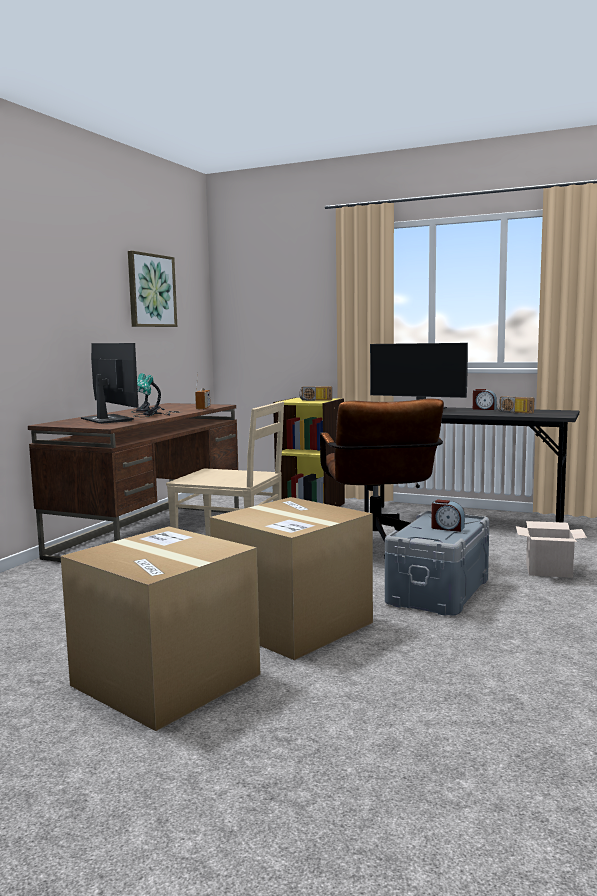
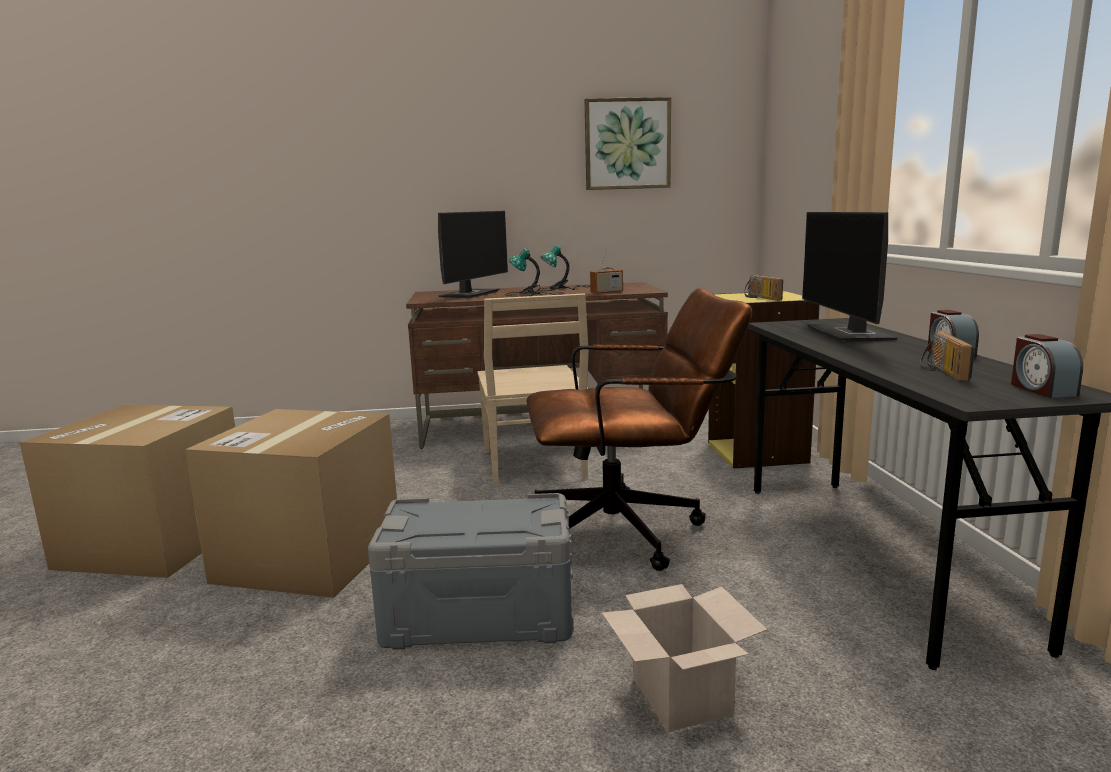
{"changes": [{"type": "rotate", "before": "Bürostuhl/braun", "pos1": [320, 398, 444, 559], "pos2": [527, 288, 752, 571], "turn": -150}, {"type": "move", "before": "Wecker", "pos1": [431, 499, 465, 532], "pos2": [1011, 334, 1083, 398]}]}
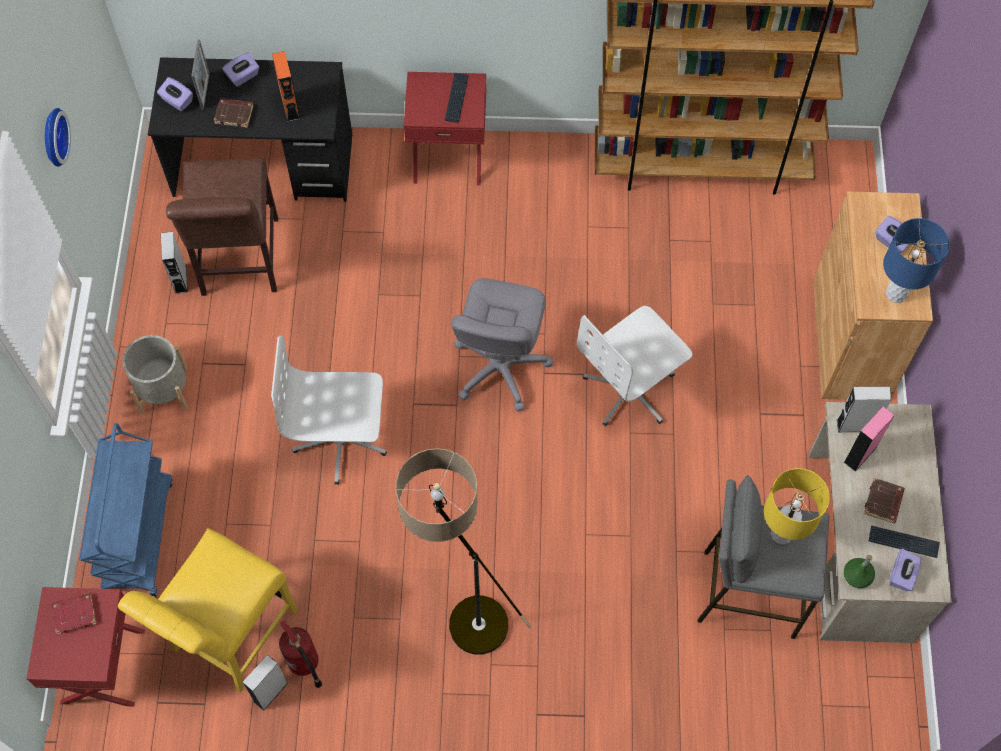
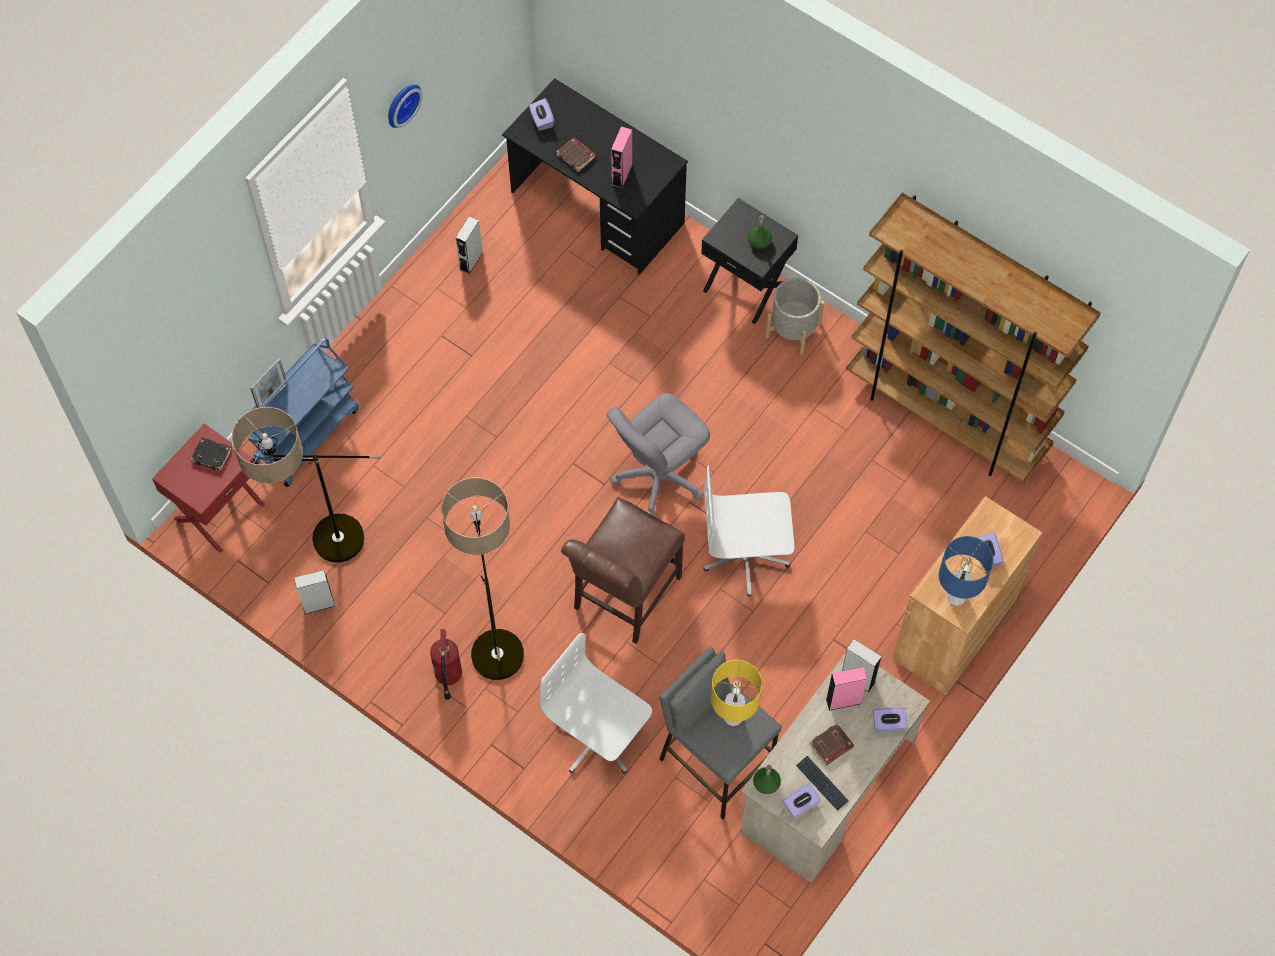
{"changes": [{"type": "recolor", "before": "Buch/rot", "after": "Buch/schwarz", "pos1": [51, 593, 96, 635], "pos2": [191, 438, 232, 471]}, {"type": "replace", "before": "Stuhl/gelb", "after": "Stehlampe", "pos1": [118, 528, 297, 692], "pos2": [231, 407, 381, 562]}, {"type": "move", "before": "Bilderrahmen", "pos1": [191, 39, 210, 110], "pos2": [250, 358, 288, 408]}, {"type": "move", "before": "Feuerlöscher", "pos1": [279, 620, 322, 688], "pos2": [430, 629, 462, 700]}, {"type": "move", "before": "Bürostuhl/weiß", "pos1": [271, 336, 387, 484], "pos2": [539, 633, 652, 774]}, {"type": "move", "before": "Stuhl/braun", "pos1": [166, 158, 278, 296], "pos2": [561, 497, 685, 644]}, {"type": "recolor", "before": "Lautsprecher/orange", "after": "Lautsprecher/rosa", "pos1": [272, 51, 300, 122], "pos2": [611, 126, 632, 188]}, {"type": "recolor", "before": "Nachttisch/rot", "after": "Nachttisch/schwarz", "pos1": [404, 72, 486, 185], "pos2": [701, 198, 798, 324]}, {"type": "replace", "before": "Tastatur", "after": "Flasche/grün", "pos1": [445, 73, 469, 123], "pos2": [748, 215, 772, 249]}, {"type": "move", "before": "Pflanzkübel/grau", "pos1": [122, 335, 188, 414], "pos2": [765, 278, 824, 355]}, {"type": "move", "before": "Taschentuchbox/lila", "pos1": [222, 52, 260, 87], "pos2": [873, 707, 908, 732]}]}
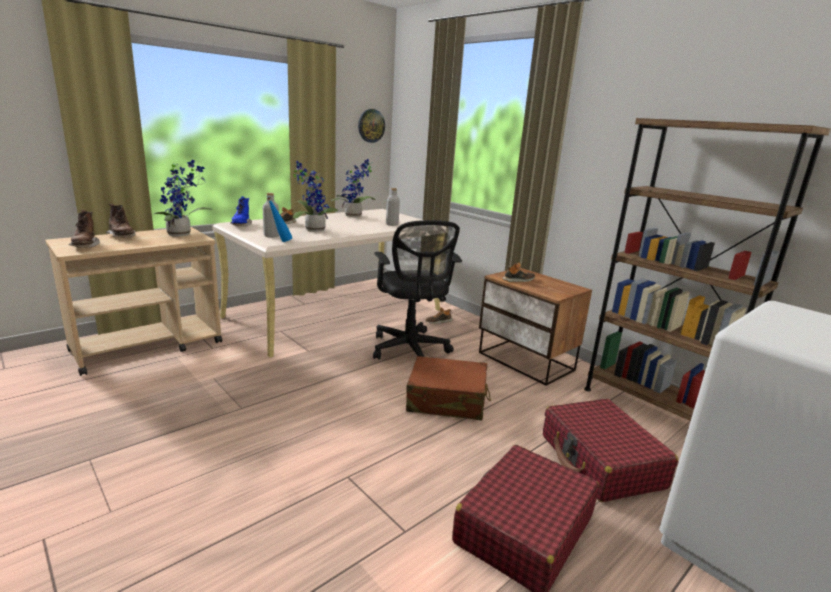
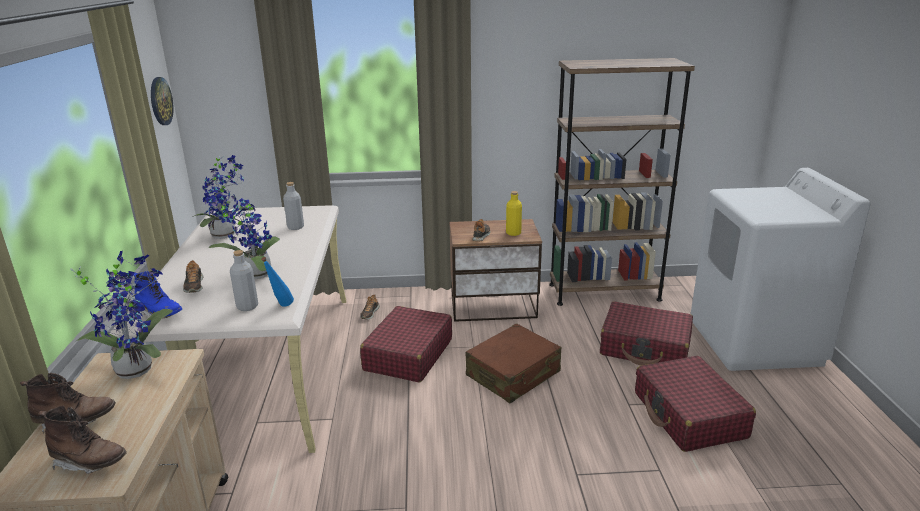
{"changes": [{"type": "replace", "before": "Bürostuhl/schwarz", "after": "Koffer/rot", "pos1": [373, 220, 462, 360], "pos2": [360, 306, 452, 382]}, {"type": "insert", "after": "Flasche/gelb", "pos2": [506, 191, 522, 236]}]}
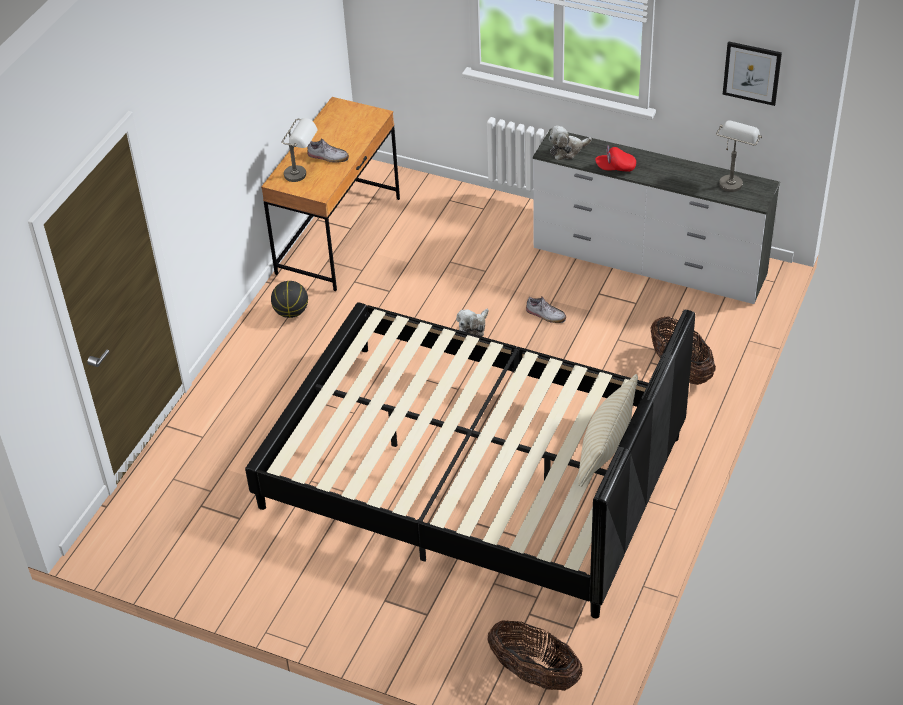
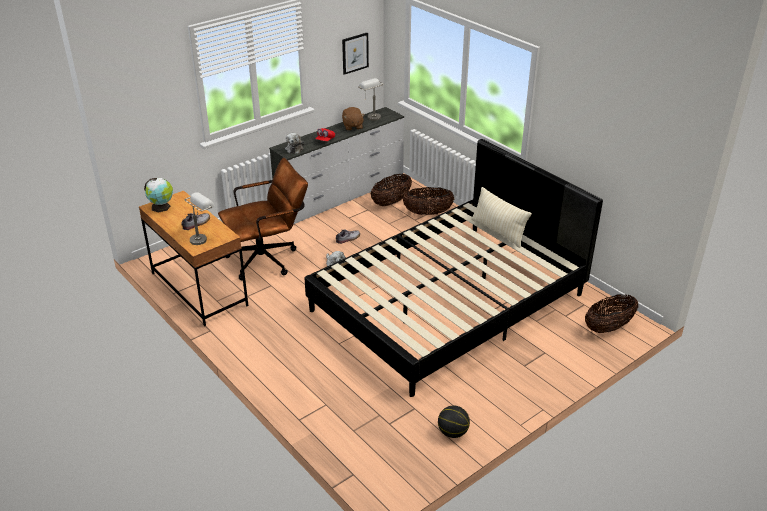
{"changes": [{"type": "insert", "after": "Globus", "pos2": [144, 178, 173, 213]}, {"type": "insert", "after": "Bürostuhl/braun", "pos2": [218, 158, 308, 280]}, {"type": "insert", "after": "Plüschtier/braun", "pos2": [342, 107, 365, 131]}, {"type": "insert", "after": "Korb", "pos2": [371, 174, 412, 206]}, {"type": "move", "before": "Basketball", "pos1": [271, 281, 308, 318], "pos2": [438, 405, 470, 438]}]}
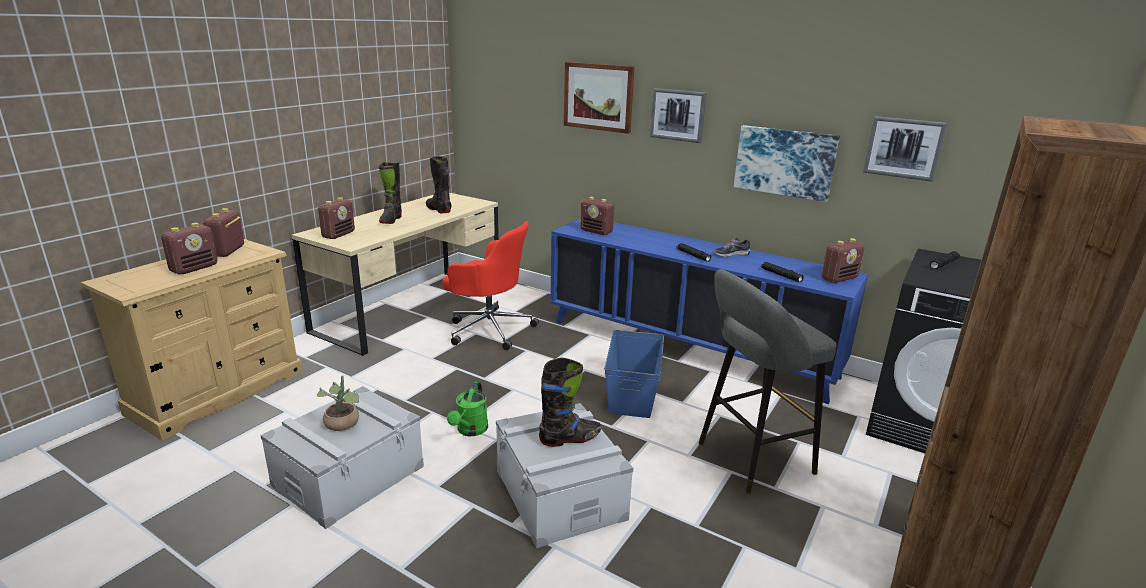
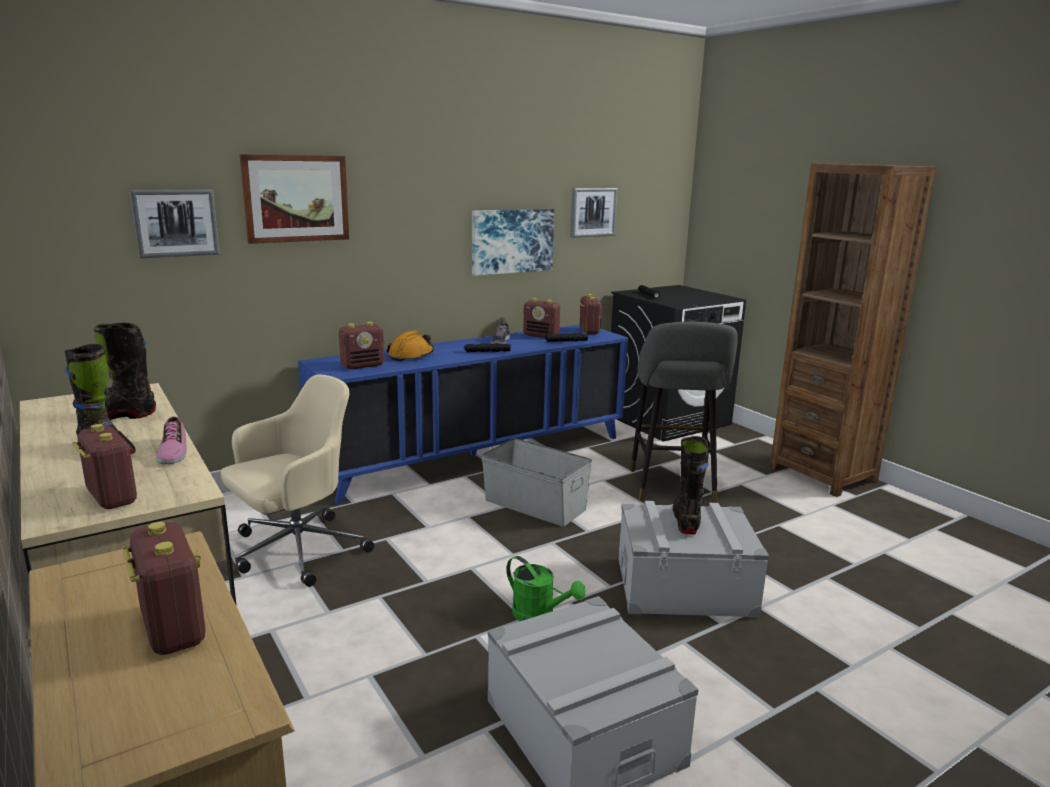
{"changes": [{"type": "move", "before": "Bild", "pos1": [650, 88, 706, 143], "pos2": [130, 189, 220, 258]}, {"type": "insert", "after": "Schuh", "pos2": [156, 416, 187, 465]}, {"type": "recolor", "before": "Bürostuhl/rot", "after": "Bürostuhl/beige", "pos1": [442, 221, 539, 350], "pos2": [221, 375, 374, 587]}, {"type": "insert", "after": "Schutzhelm/orange", "pos2": [387, 330, 434, 362]}, {"type": "recolor", "before": "Aufbewahrungsbox/blau", "after": "Aufbewahrungsbox/grau", "pos1": [604, 330, 664, 418], "pos2": [482, 438, 592, 527]}, {"type": "move", "before": "Radio", "pos1": [203, 208, 244, 257], "pos2": [523, 298, 560, 338]}, {"type": "delete", "before": "Topfpflanze", "pos1": [317, 375, 359, 431]}]}
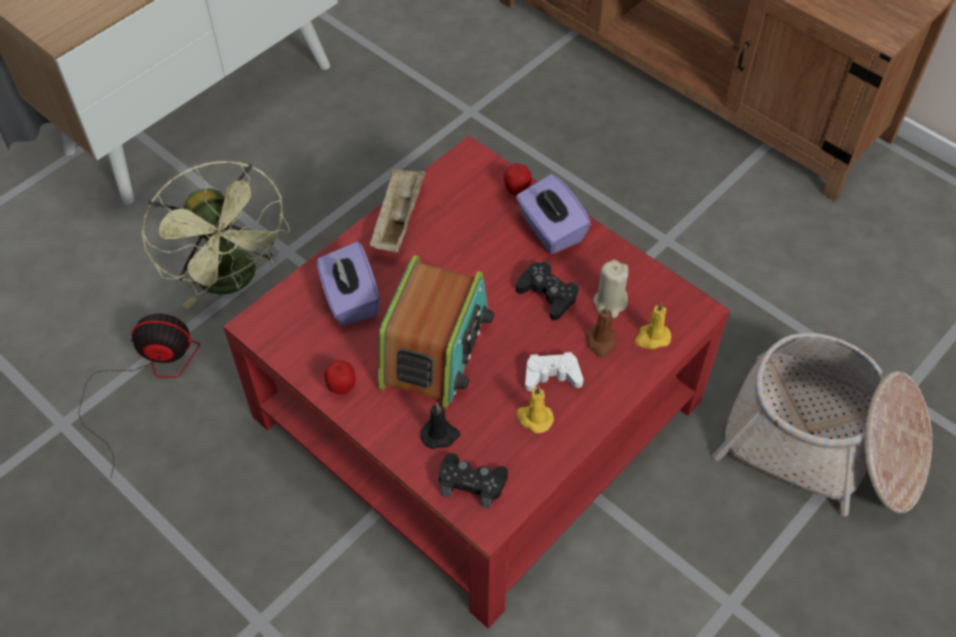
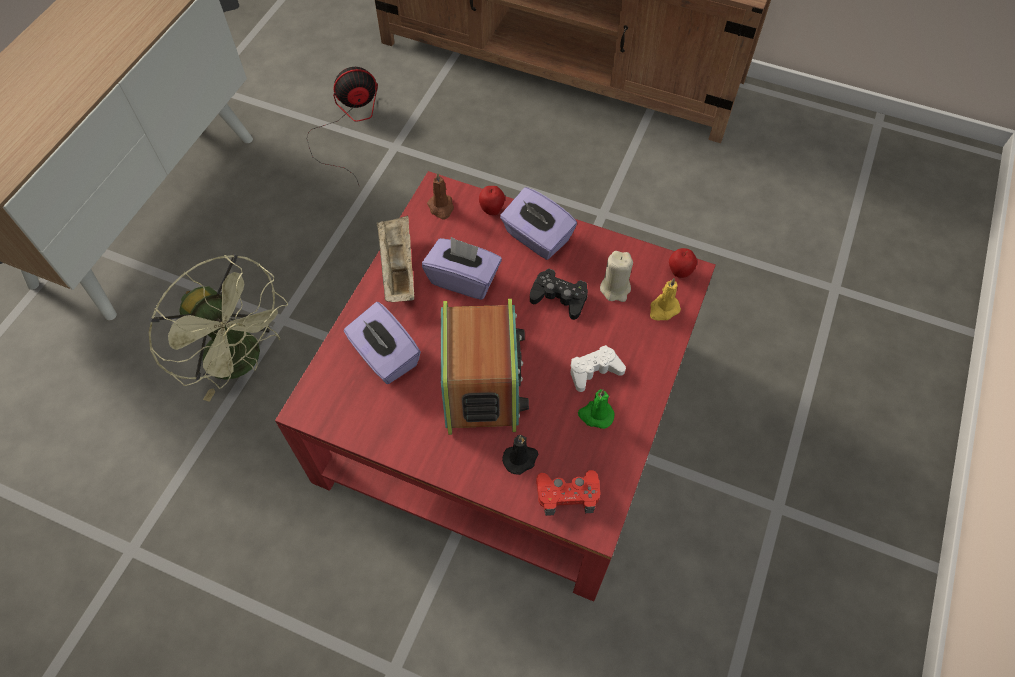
{"changes": [{"type": "move", "before": "Ventilator", "pos1": [78, 314, 200, 477], "pos2": [306, 67, 378, 187]}, {"type": "insert", "after": "Taschentuchbox/lila", "pos2": [422, 237, 502, 300]}, {"type": "move", "before": "Kerze/braun", "pos1": [586, 306, 617, 358], "pos2": [427, 173, 454, 219]}, {"type": "recolor", "before": "Gamepad/schwarz", "after": "Gamepad/rot", "pos1": [439, 453, 508, 508], "pos2": [536, 470, 601, 516]}, {"type": "recolor", "before": "Kerze/gelb", "after": "Kerze/grün", "pos1": [516, 385, 554, 433], "pos2": [578, 389, 615, 429]}, {"type": "move", "before": "Apfel", "pos1": [324, 360, 356, 394], "pos2": [669, 248, 697, 278]}, {"type": "delete", "before": "Korb", "pos1": [712, 332, 932, 516]}]}
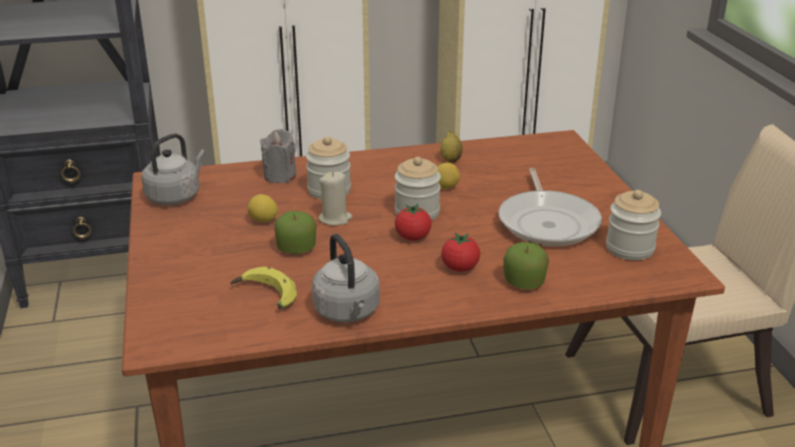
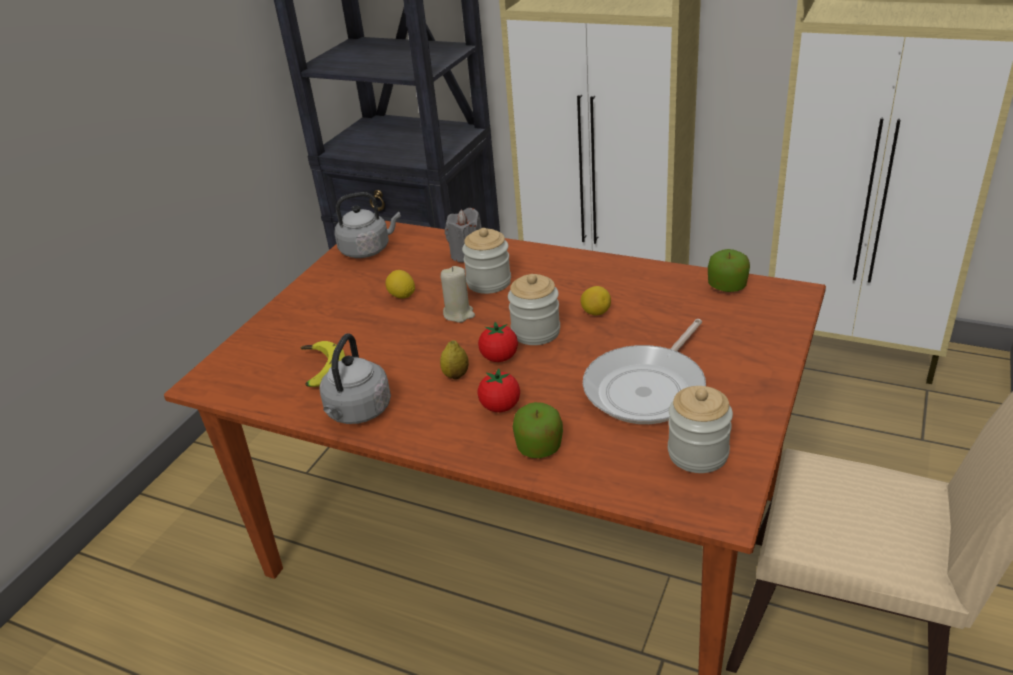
{"changes": [{"type": "move", "before": "Zitrone", "pos1": [440, 131, 463, 163], "pos2": [440, 340, 469, 380]}, {"type": "move", "before": "Apfel", "pos1": [274, 211, 317, 254], "pos2": [708, 249, 750, 292]}]}
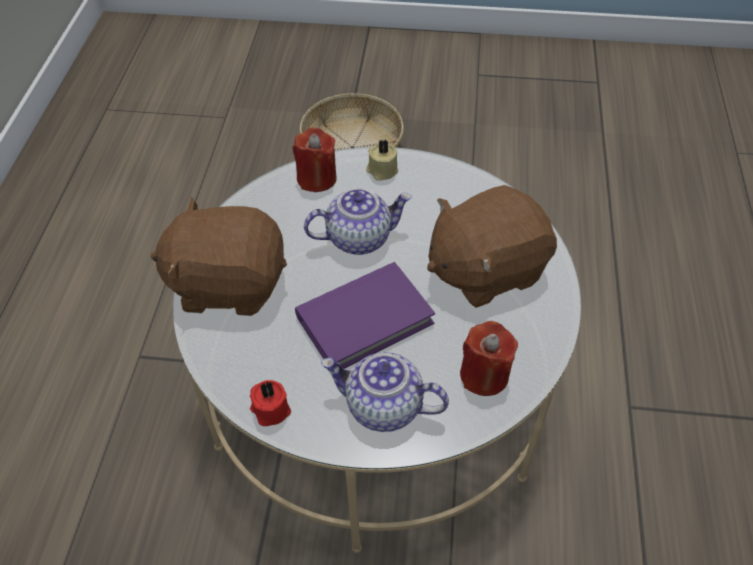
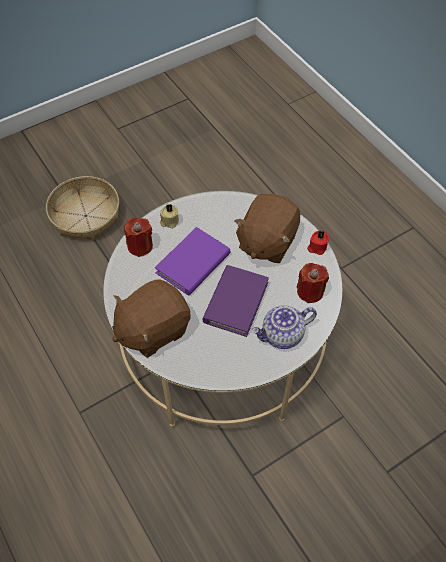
{"changes": [{"type": "replace", "before": "Teekanne", "after": "Buch/lila", "pos1": [304, 188, 412, 255], "pos2": [155, 227, 231, 296]}, {"type": "move", "before": "Kerze/rot", "pos1": [250, 380, 291, 426], "pos2": [307, 230, 329, 255]}]}
